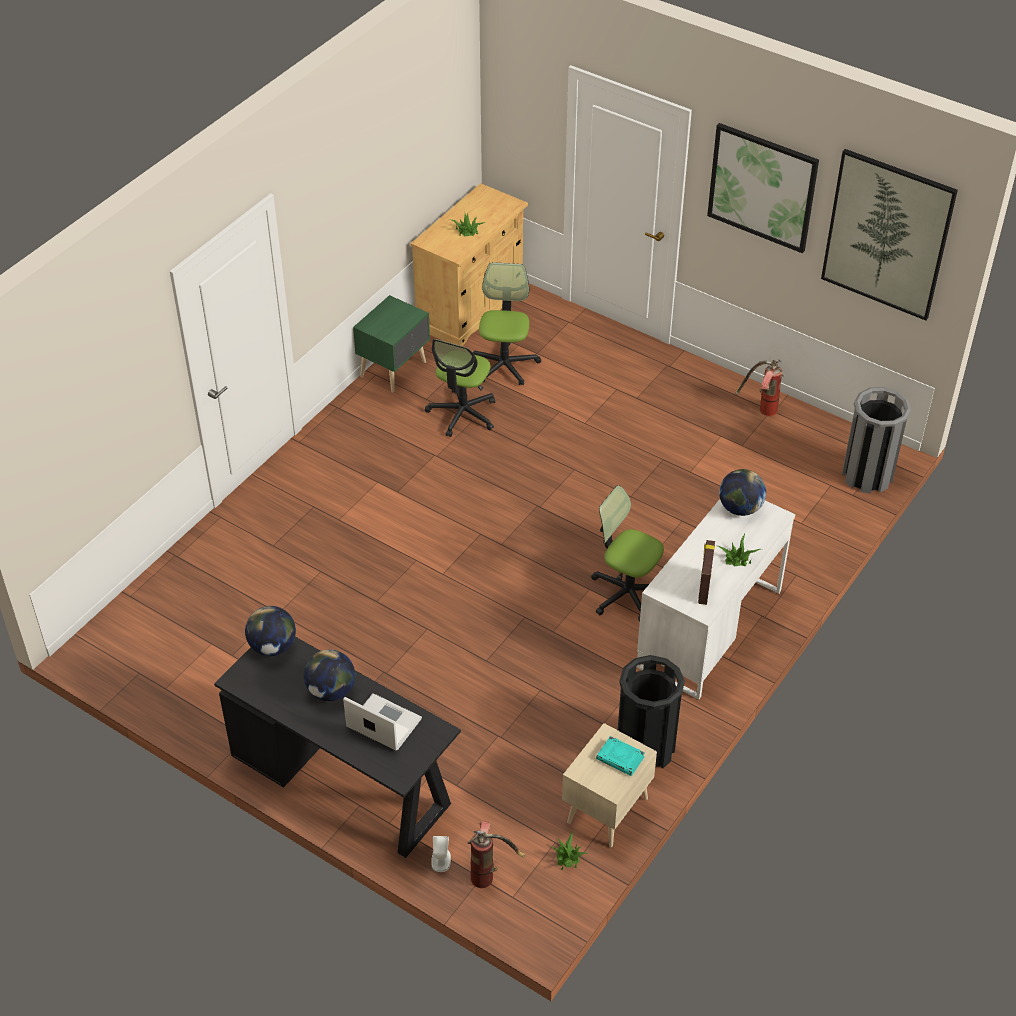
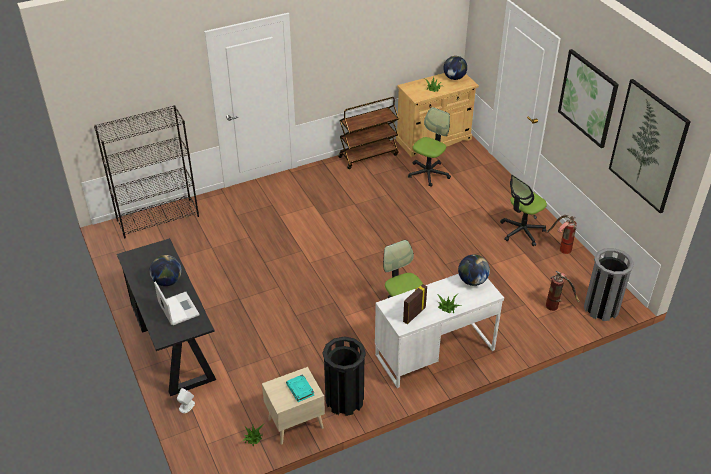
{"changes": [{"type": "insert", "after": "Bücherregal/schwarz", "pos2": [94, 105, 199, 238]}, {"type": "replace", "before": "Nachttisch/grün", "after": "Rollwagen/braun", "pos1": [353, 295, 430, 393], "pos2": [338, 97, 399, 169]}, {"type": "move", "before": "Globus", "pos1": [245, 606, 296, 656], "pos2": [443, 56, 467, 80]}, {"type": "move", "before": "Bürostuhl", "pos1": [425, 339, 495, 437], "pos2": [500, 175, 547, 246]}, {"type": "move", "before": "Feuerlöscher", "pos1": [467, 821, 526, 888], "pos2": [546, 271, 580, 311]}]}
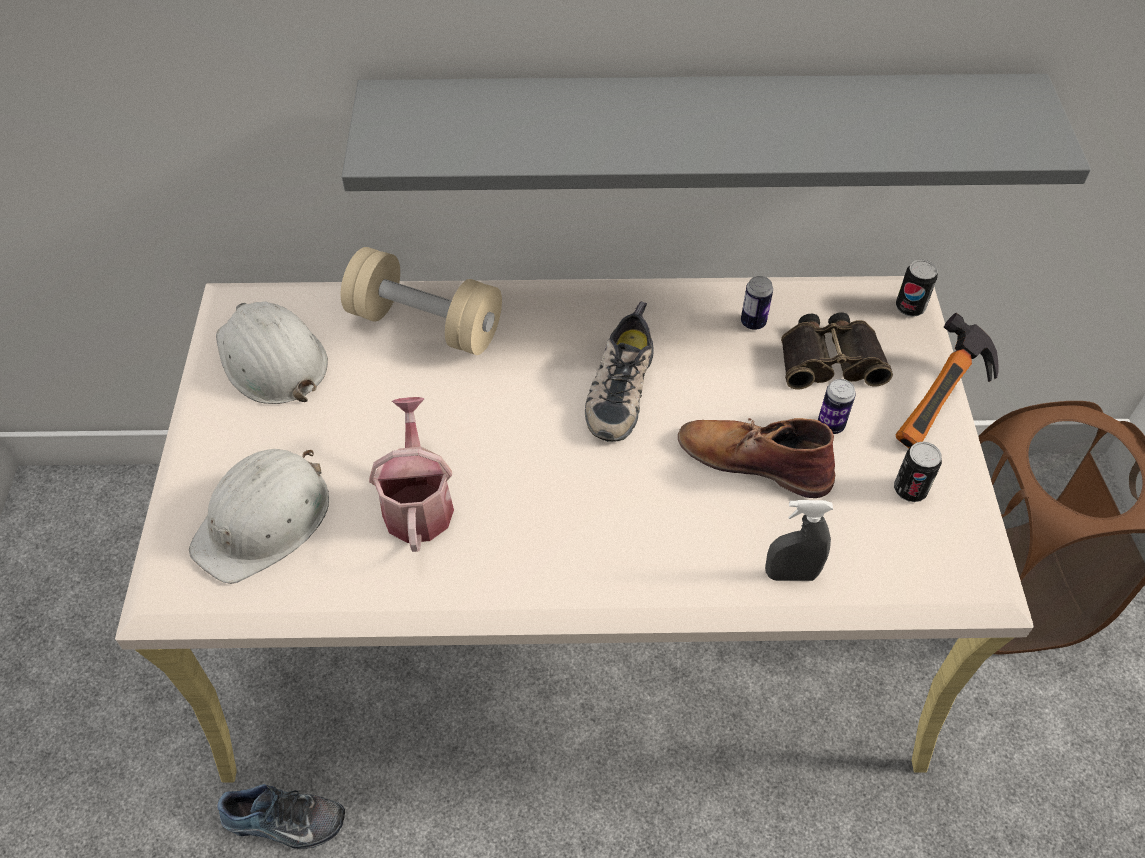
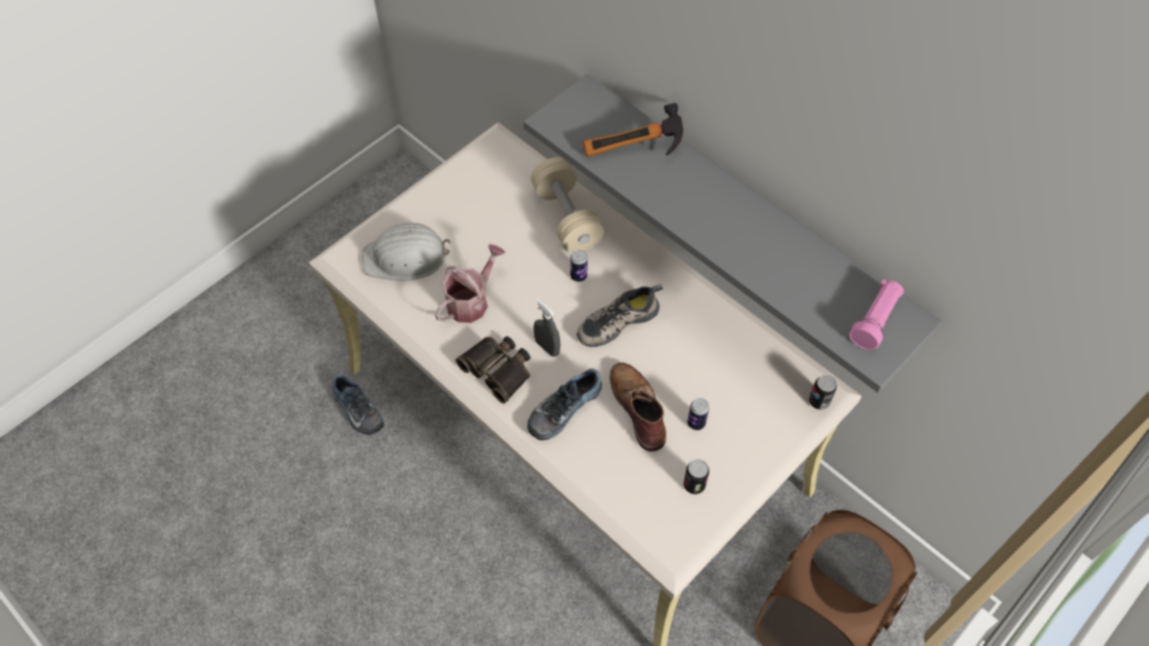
{"changes": [{"type": "move", "before": "Fernglas", "pos1": [781, 312, 893, 390], "pos2": [455, 336, 530, 404]}, {"type": "insert", "after": "Schuh", "pos2": [527, 368, 602, 440]}, {"type": "move", "before": "Sprühflasche/grau", "pos1": [765, 500, 833, 581], "pos2": [534, 298, 560, 357]}, {"type": "move", "before": "Dose", "pos1": [741, 276, 773, 330], "pos2": [570, 250, 588, 282]}, {"type": "move", "before": "Hammer", "pos1": [895, 313, 999, 448], "pos2": [582, 103, 683, 157]}, {"type": "insert", "after": "Taschenlampe/rosa", "pos2": [849, 279, 904, 350]}, {"type": "delete", "before": "Schutzhelm/weiß", "pos1": [216, 301, 328, 404]}]}
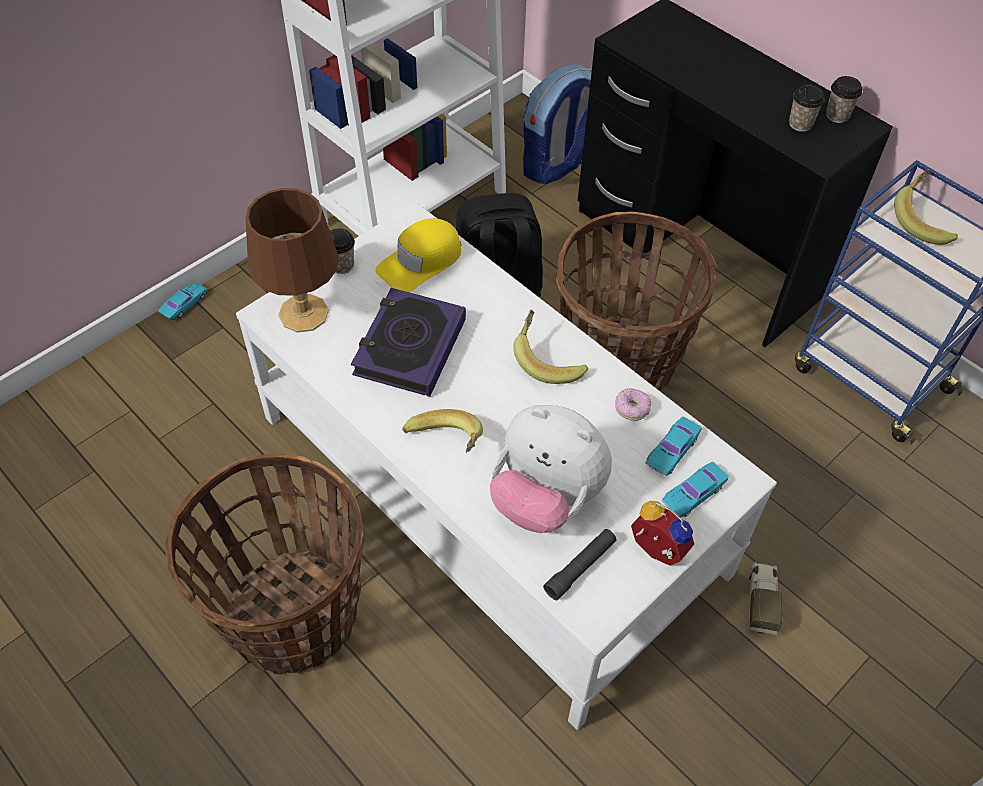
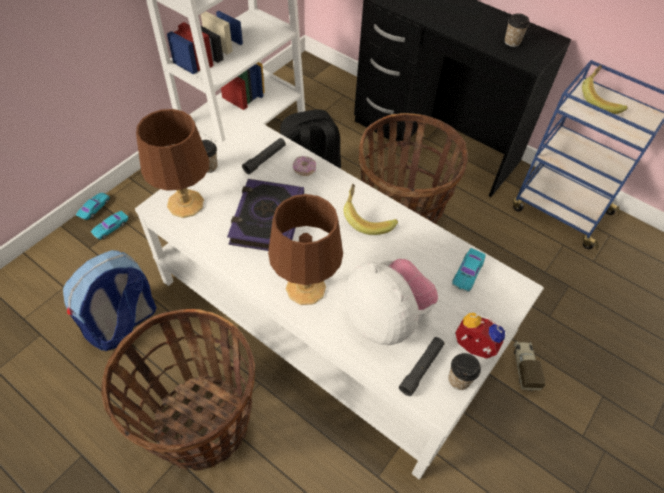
{"changes": [{"type": "move", "before": "Rucksack", "pos1": [523, 64, 592, 185], "pos2": [63, 250, 157, 351]}, {"type": "move", "before": "Spielzeugauto/türkis", "pos1": [662, 462, 729, 518], "pos2": [91, 211, 129, 239]}, {"type": "replace", "before": "Kappe/gelb", "after": "Taschenlampe/schwarz", "pos1": [376, 218, 461, 292], "pos2": [242, 138, 286, 174]}, {"type": "replace", "before": "Banane", "after": "Tischlampe/braun", "pos1": [402, 409, 483, 452], "pos2": [268, 194, 343, 305]}, {"type": "move", "before": "Donut", "pos1": [615, 388, 651, 421], "pos2": [293, 156, 316, 176]}, {"type": "rotate", "before": "Plüschtier", "pos1": [490, 405, 612, 533], "pos2": [344, 259, 438, 345], "turn": -150}, {"type": "move", "before": "Tasse", "pos1": [826, 76, 862, 123], "pos2": [448, 353, 481, 390]}]}
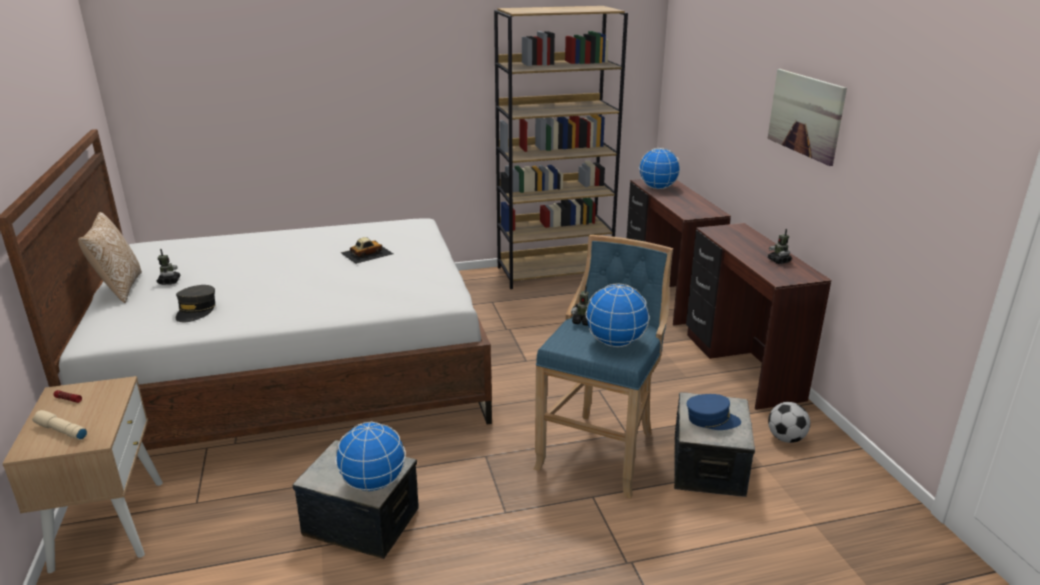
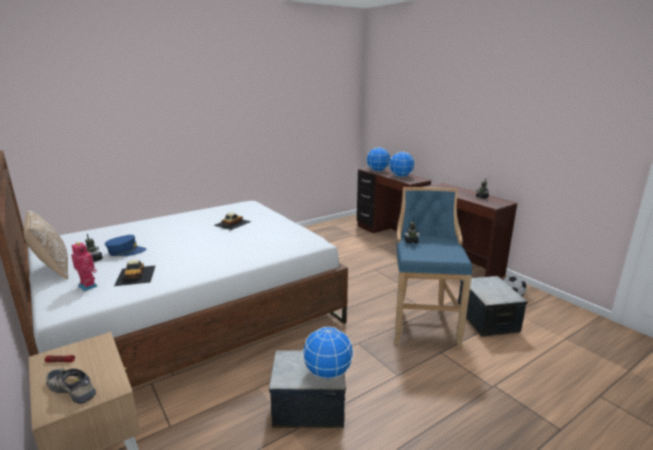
{"changes": [{"type": "replace", "before": "Taschenlampe/beige", "after": "Schuh", "pos1": [32, 410, 87, 440], "pos2": [46, 367, 96, 404]}, {"type": "insert", "after": "Spielzeugroboter", "pos2": [71, 242, 97, 291]}, {"type": "move", "before": "Kappe/blau", "pos1": [687, 394, 741, 430], "pos2": [105, 235, 146, 256]}, {"type": "replace", "before": "Kappe/grau", "after": "Spielzeugauto", "pos1": [176, 285, 215, 322], "pos2": [114, 260, 156, 286]}, {"type": "move", "before": "Globus", "pos1": [586, 283, 650, 347], "pos2": [389, 151, 415, 177]}, {"type": "delete", "before": "Bücherregal/braun", "pos1": [494, 6, 628, 289]}, {"type": "delete", "before": "Bild", "pos1": [767, 69, 847, 166]}]}
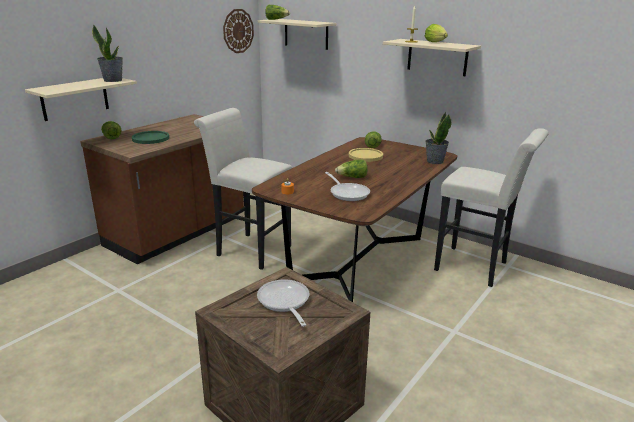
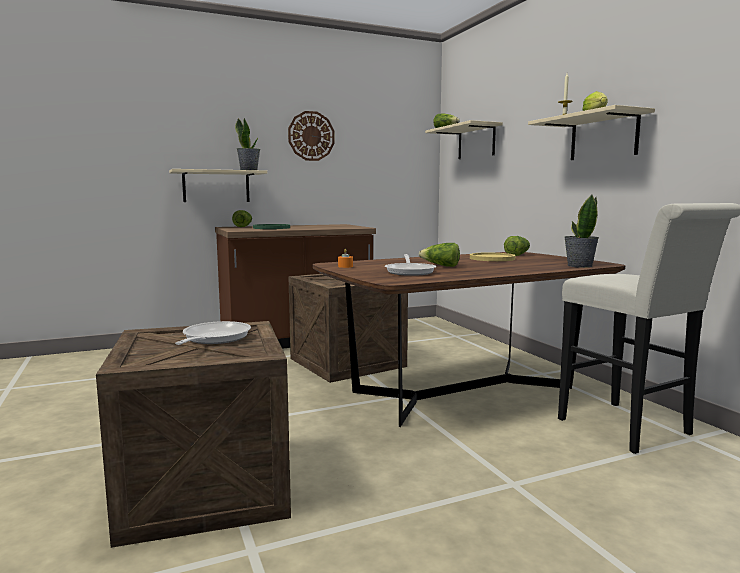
{"changes": [{"type": "move", "before": "Wanduhr", "pos1": [223, 9, 254, 53], "pos2": [288, 111, 335, 161]}, {"type": "replace", "before": "Hocker/weiß", "after": "Kiste", "pos1": [194, 108, 293, 270], "pos2": [288, 274, 408, 383]}]}
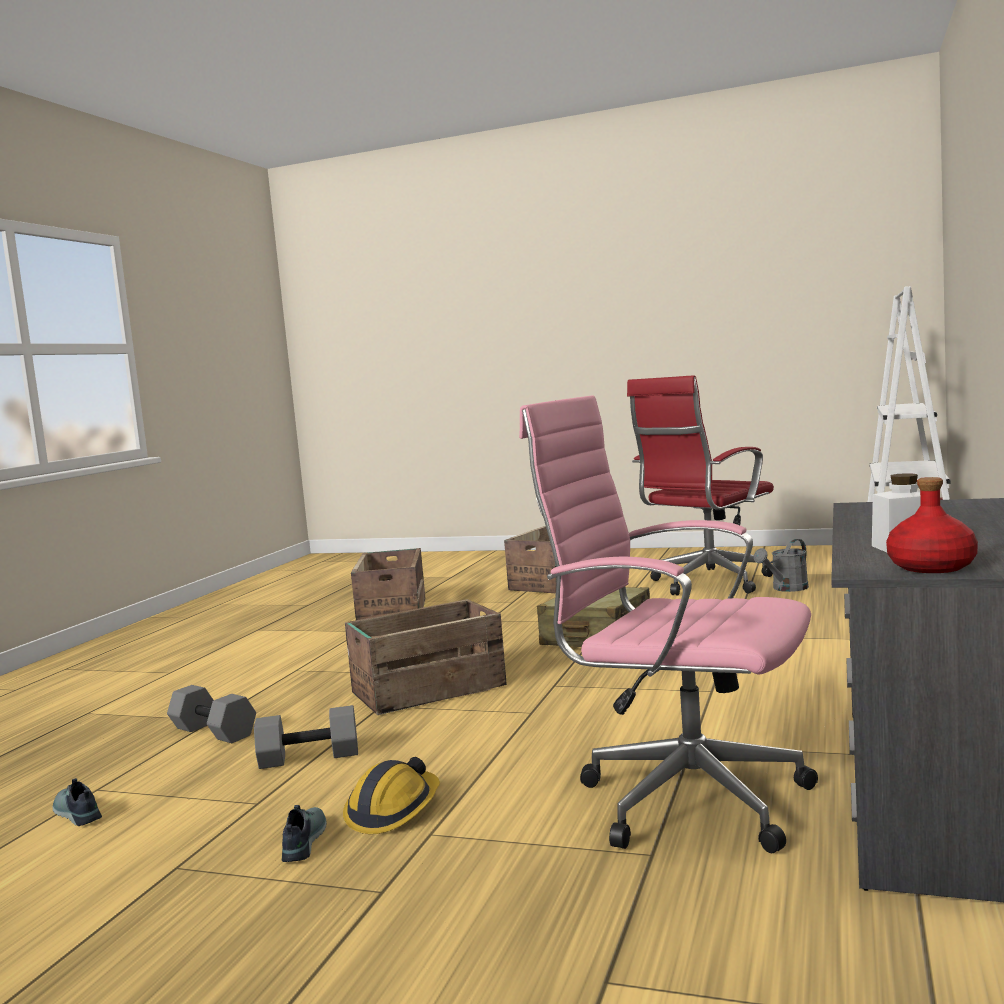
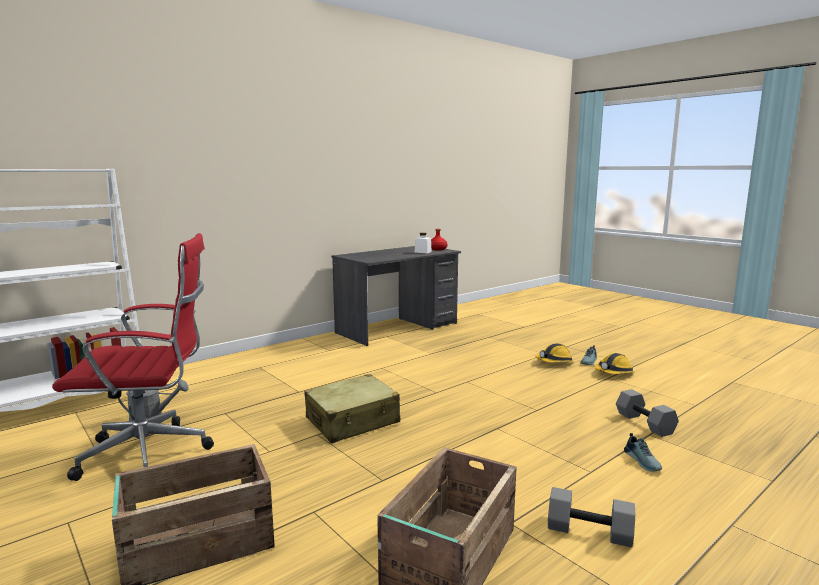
{"changes": [{"type": "move", "before": "Hantel/grau", "pos1": [254, 705, 358, 769], "pos2": [548, 487, 635, 548]}, {"type": "insert", "after": "Schutzhelm", "pos2": [595, 353, 634, 374]}, {"type": "move", "before": "Schuh", "pos1": [52, 778, 102, 826], "pos2": [624, 433, 662, 472]}, {"type": "delete", "before": "Kiste", "pos1": [345, 599, 507, 715]}, {"type": "delete", "before": "Bürostuhl/rosa", "pos1": [519, 396, 818, 853]}]}
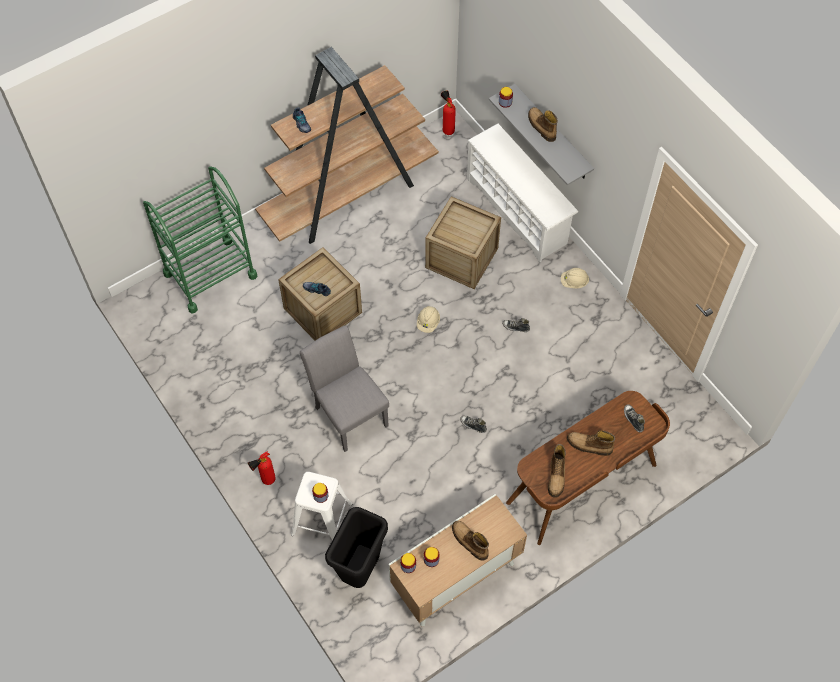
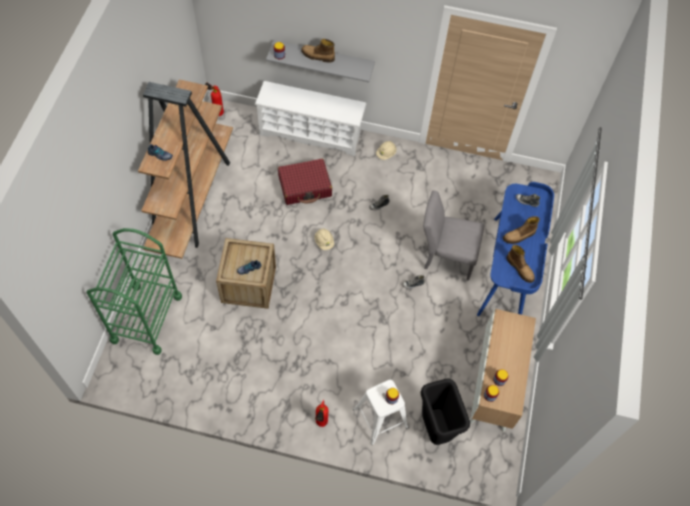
{"changes": [{"type": "replace", "before": "Kiste", "after": "Koffer/rot", "pos1": [425, 196, 501, 289], "pos2": [278, 159, 332, 205]}, {"type": "move", "before": "Stuhl/grau", "pos1": [300, 325, 389, 452], "pos2": [423, 190, 485, 281]}, {"type": "recolor", "before": "Schreibtisch/braun", "after": "Schreibtisch/blau", "pos1": [506, 391, 670, 545], "pos2": [477, 182, 554, 316]}, {"type": "delete", "before": "Stiefel", "pos1": [452, 521, 489, 561]}]}
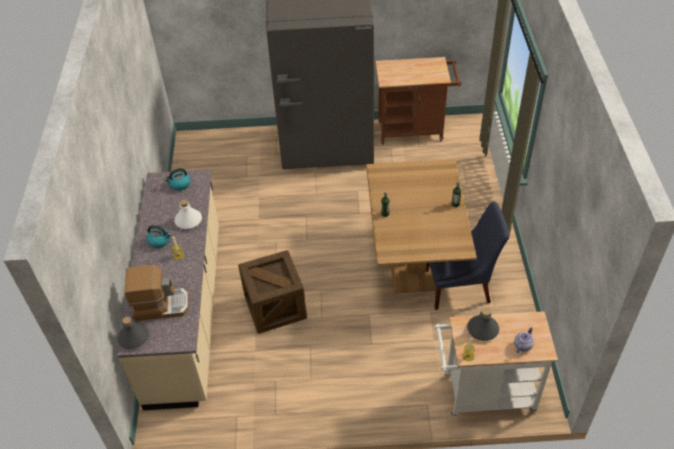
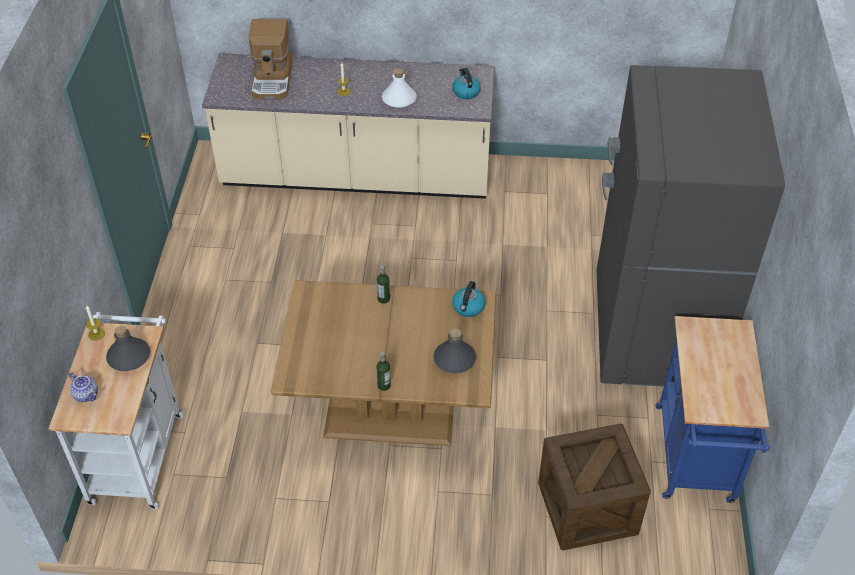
{"changes": [{"type": "move", "before": "Flasche/grau", "pos1": [117, 317, 149, 349], "pos2": [433, 329, 476, 374]}, {"type": "move", "before": "Wasserkessel", "pos1": [147, 225, 171, 248], "pos2": [452, 281, 486, 317]}, {"type": "move", "before": "Kiste", "pos1": [238, 250, 307, 334], "pos2": [538, 424, 651, 550]}, {"type": "recolor", "before": "Rollwagen/braun", "after": "Rollwagen/blau", "pos1": [376, 57, 461, 145], "pos2": [656, 316, 770, 503]}, {"type": "delete", "before": "Stuhl/blau", "pos1": [426, 202, 510, 310]}]}
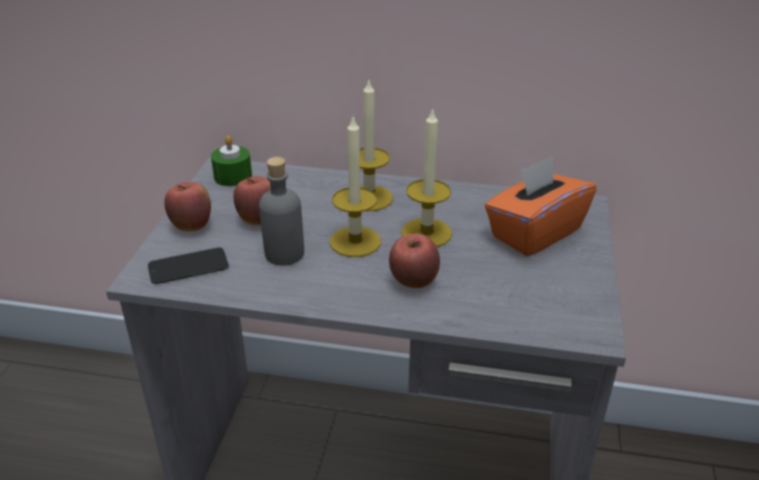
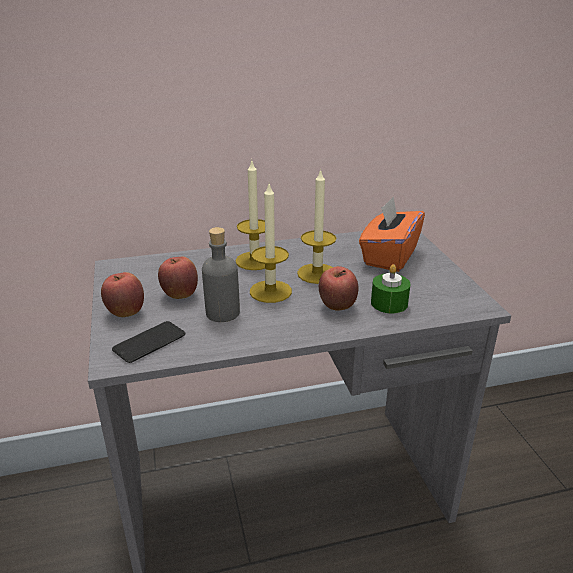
{"changes": [{"type": "move", "before": "Kerze/grün", "pos1": [211, 136, 252, 186], "pos2": [371, 264, 411, 314]}]}
